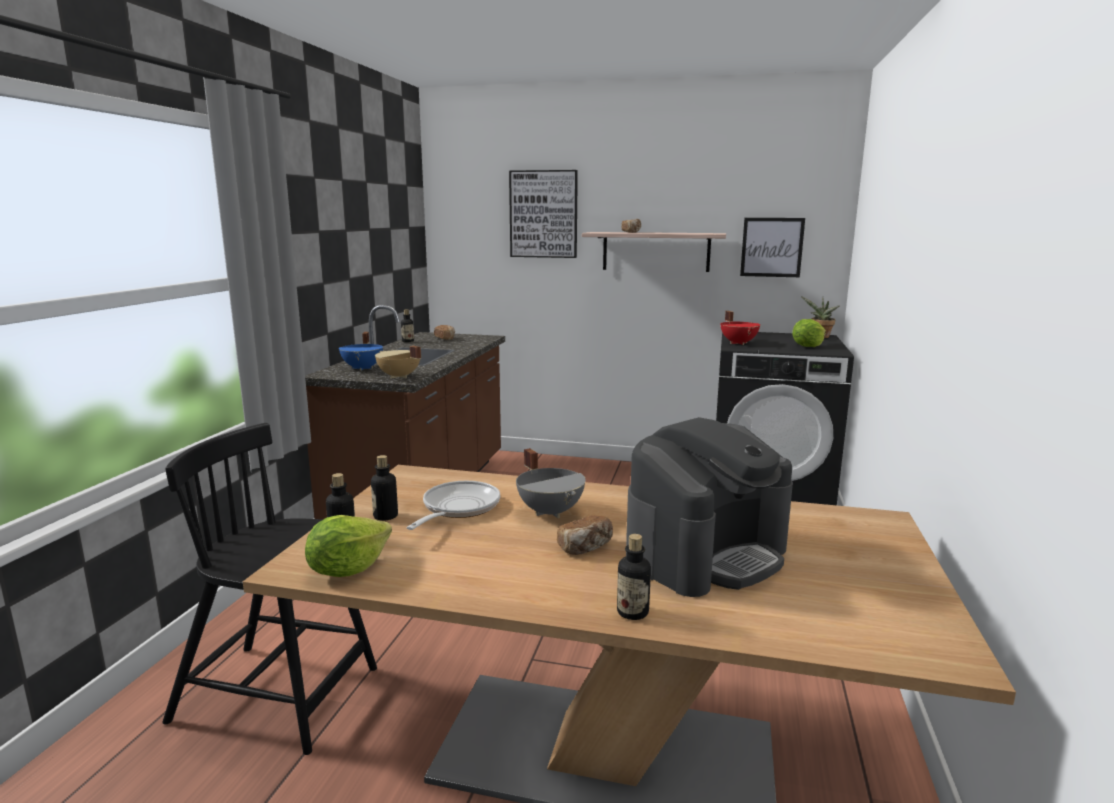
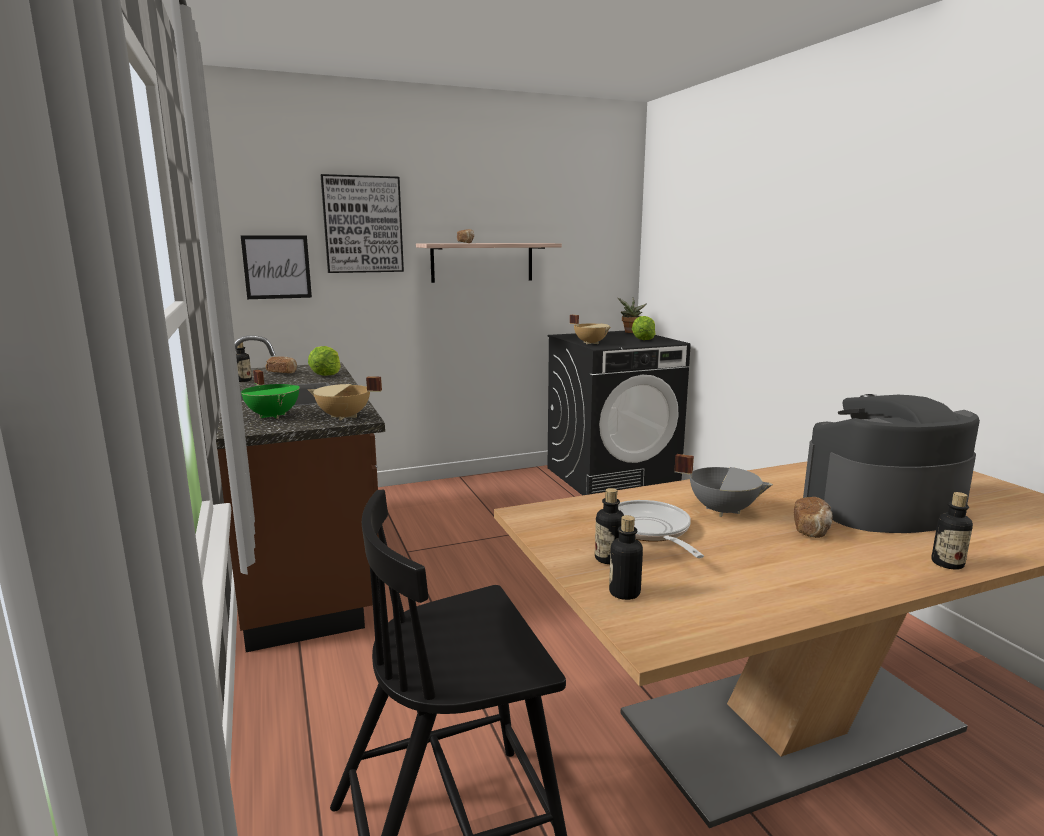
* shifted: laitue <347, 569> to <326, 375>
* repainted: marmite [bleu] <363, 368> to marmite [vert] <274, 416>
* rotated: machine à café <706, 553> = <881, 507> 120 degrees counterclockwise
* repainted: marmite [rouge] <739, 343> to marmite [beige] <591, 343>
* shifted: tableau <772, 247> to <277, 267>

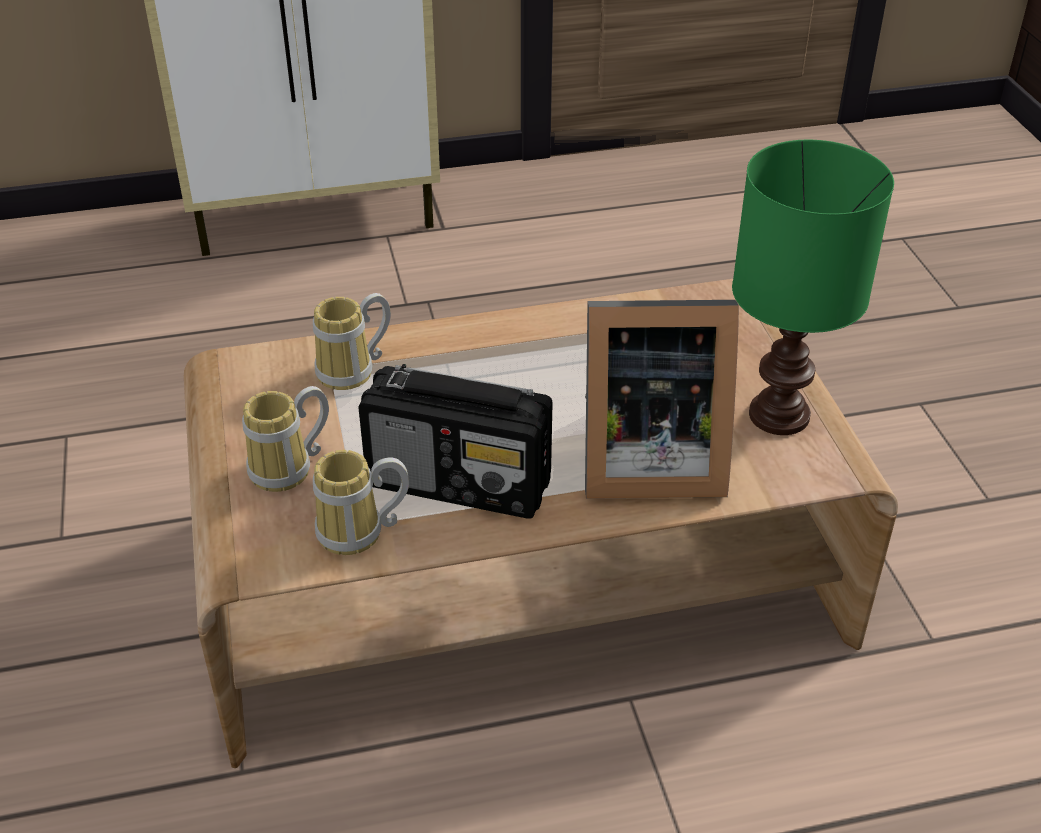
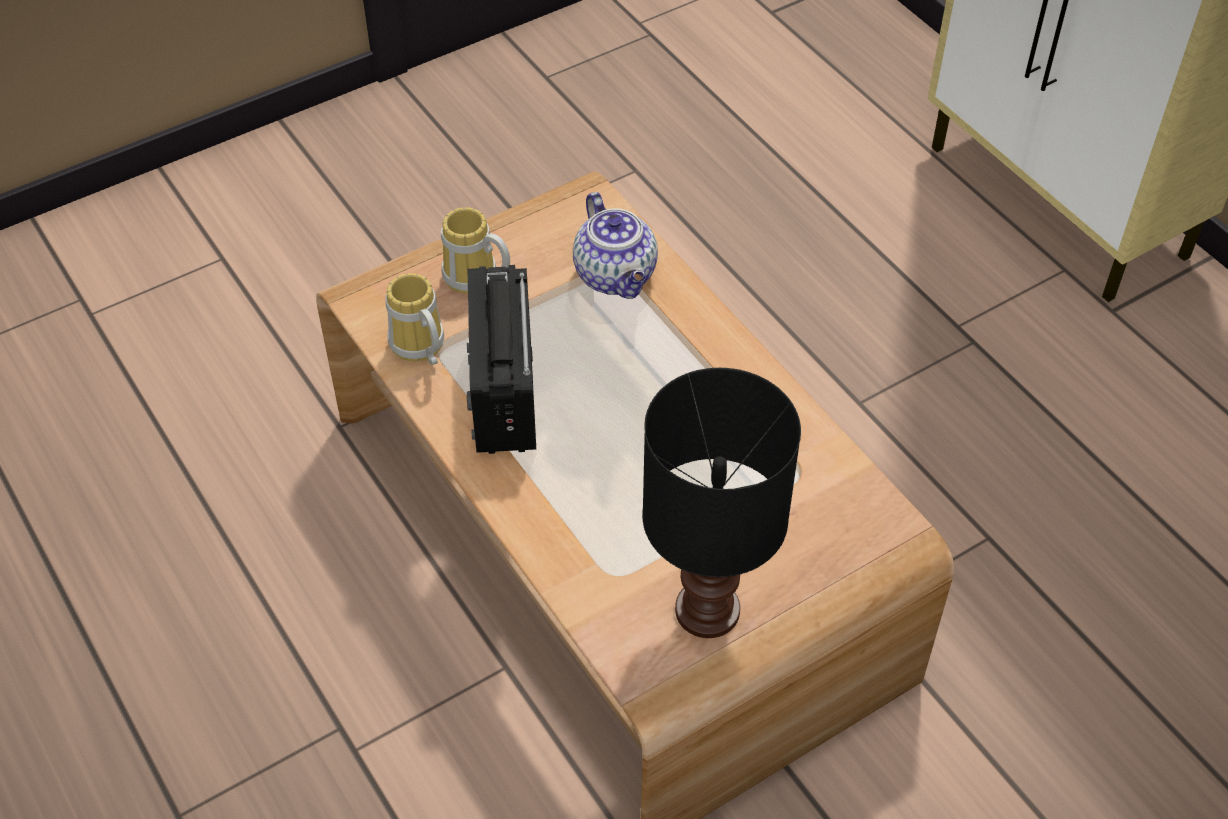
* swapped: mug <354, 372> to théière <617, 277>
* gone: cadre photo <645, 461>
* repainted: lampe de table [vert] <778, 417> to lampe de table [noir] <704, 610>

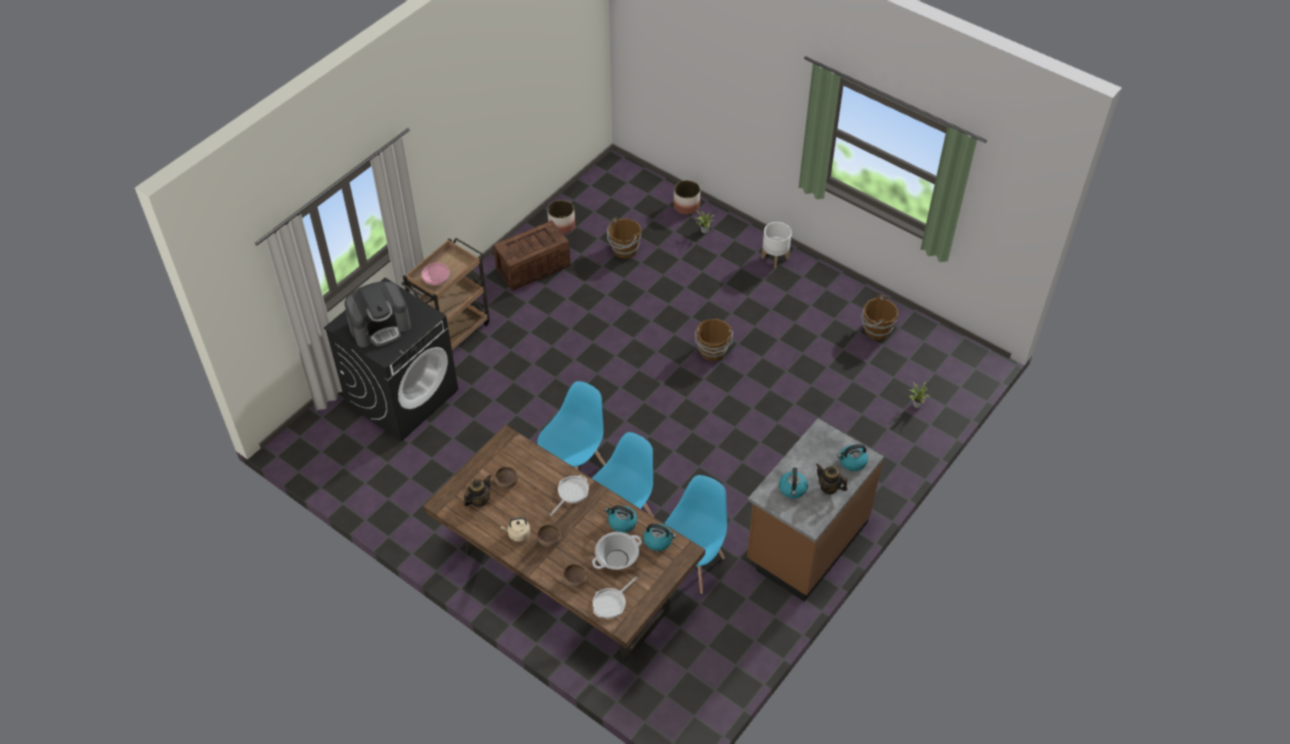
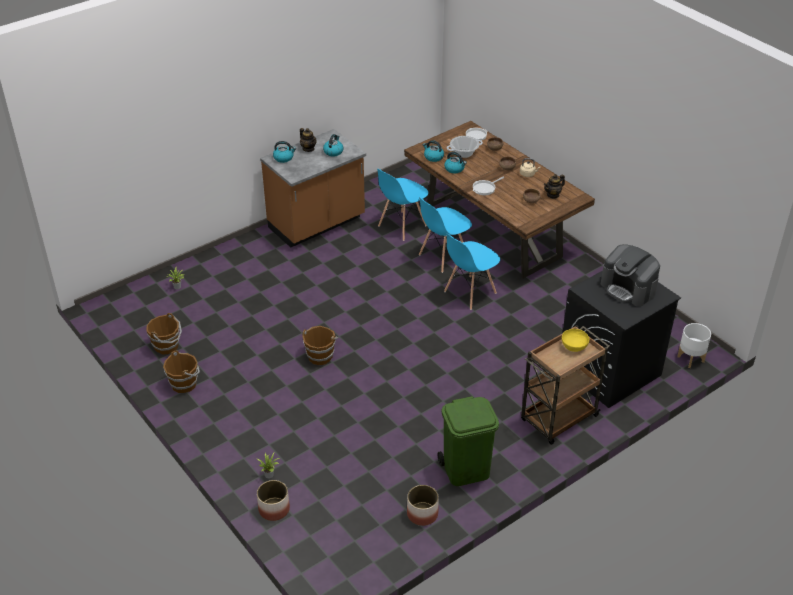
* rotated: machine à café <380, 327> = <628, 289> 120 degrees counterclockwise
* repainted: bol [rose] <436, 280> to bol [jaune] <574, 346>
* swapped: caisse <532, 268> to poubelle [vert] <466, 470>
* shifted: seau [marron] <624, 250> to <184, 384>
* shifted: cache-pot [blanc] <774, 258> to <691, 359>

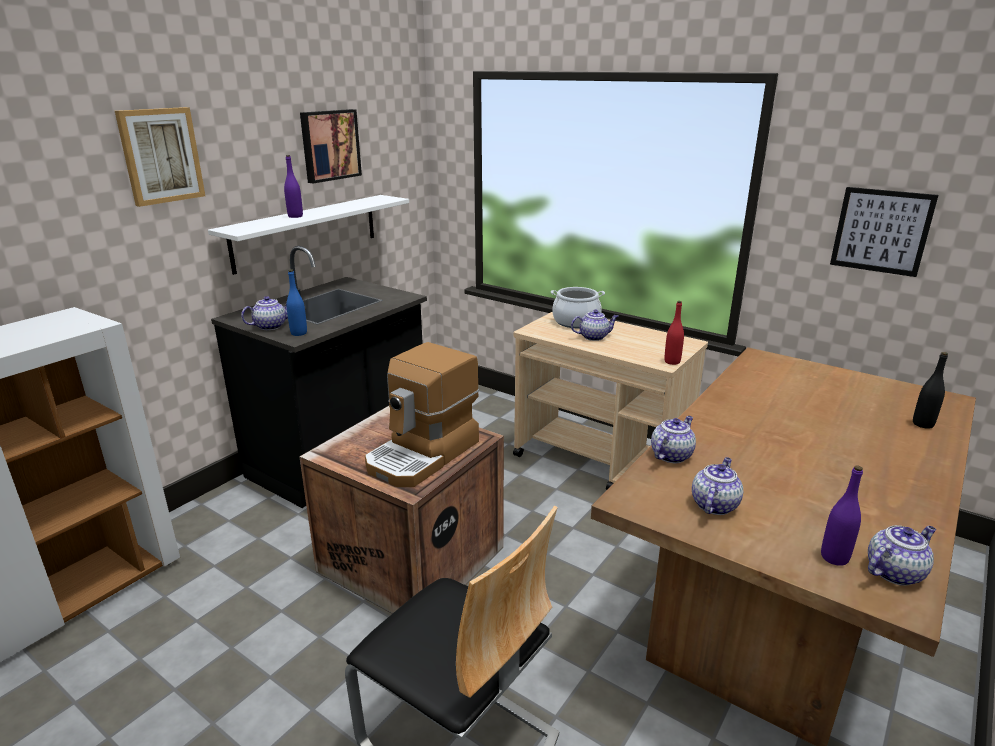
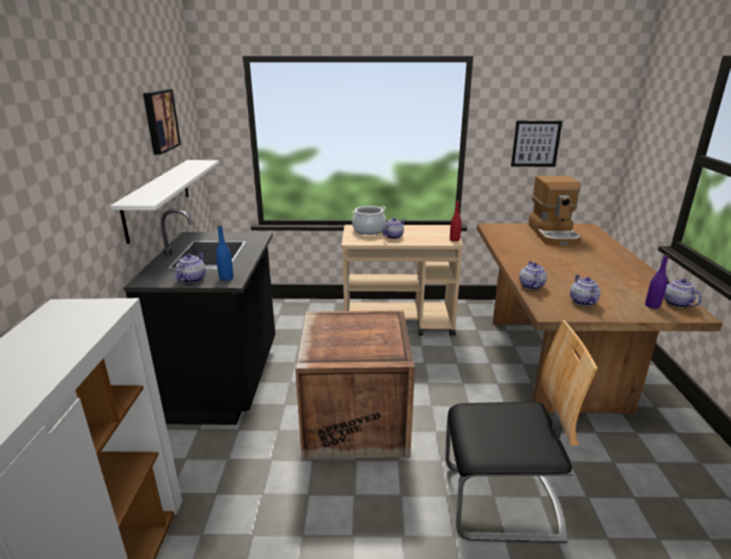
* gone: tableau <161, 156>
* gone: bouteille [violet] <295, 216>
* shifted: machine à café <423, 455> to <554, 234>
* rotated: théière <894, 572> = <676, 303> 45 degrees counterclockwise
* gone: bouteille [noir] <923, 424>

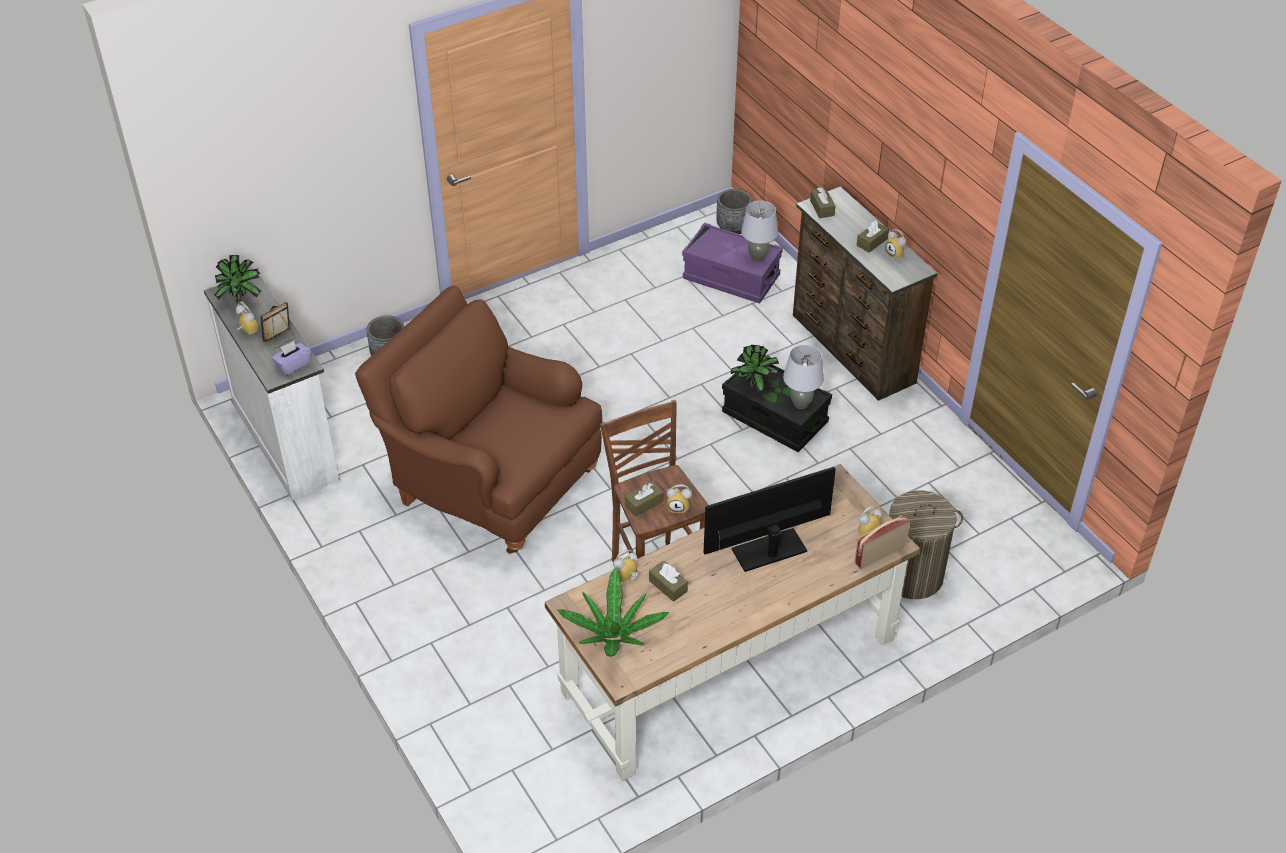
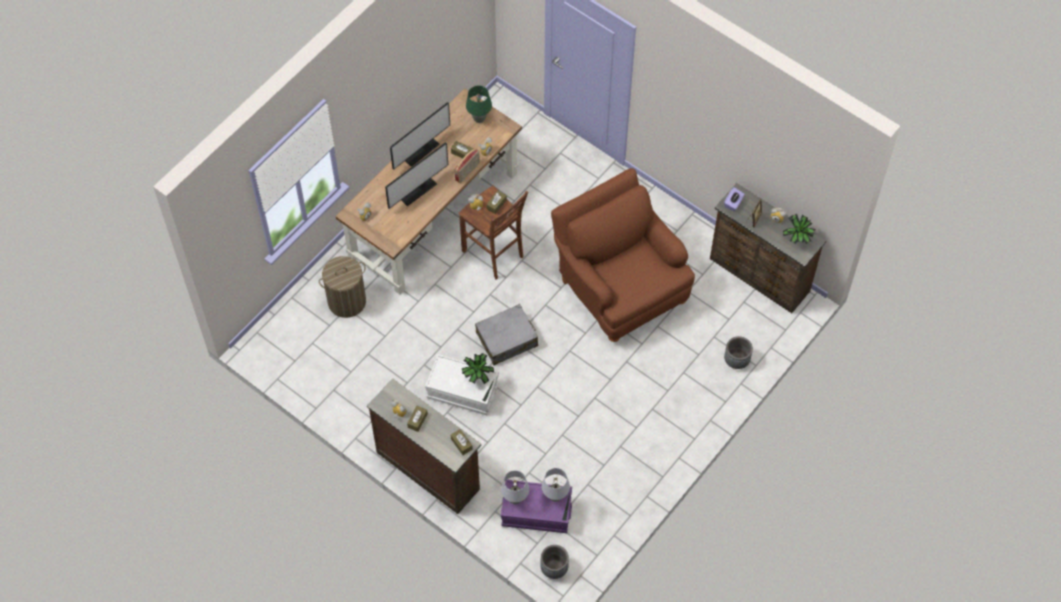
* repainted: commode [blanc] <287, 440> to commode [marron] <759, 276>
* rotated: fauteuil [marron] <490, 482> = <619, 286> 135 degrees counterclockwise
* swapped: plante en pot <613, 635> to lampe de table [vert] <479, 119>
* repainted: boîte de rangement [noir] <774, 418> to boîte de rangement [blanc] <462, 391>
* shifted: lampe de table [gris] <801, 404> to <555, 497>
* shifted: radio <879, 554> to <467, 172>
* new: écran d'ordinateur <419, 150>
* new: valise [gris] <507, 339>

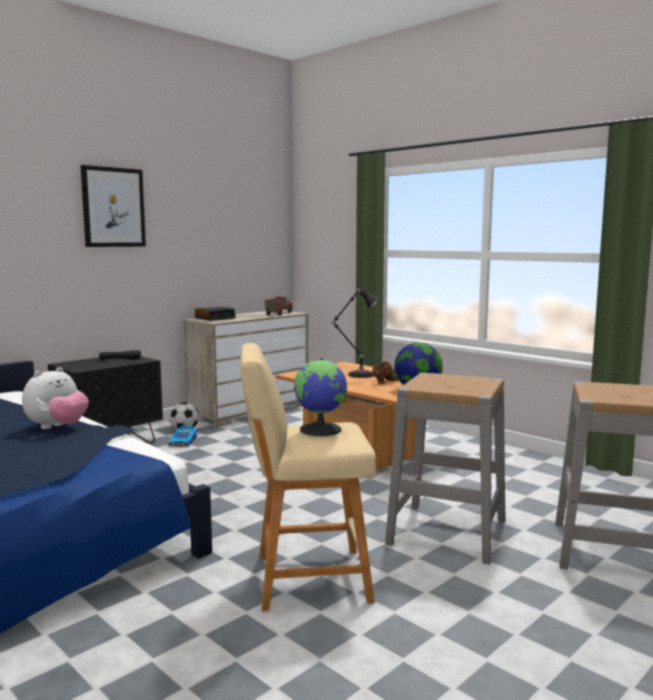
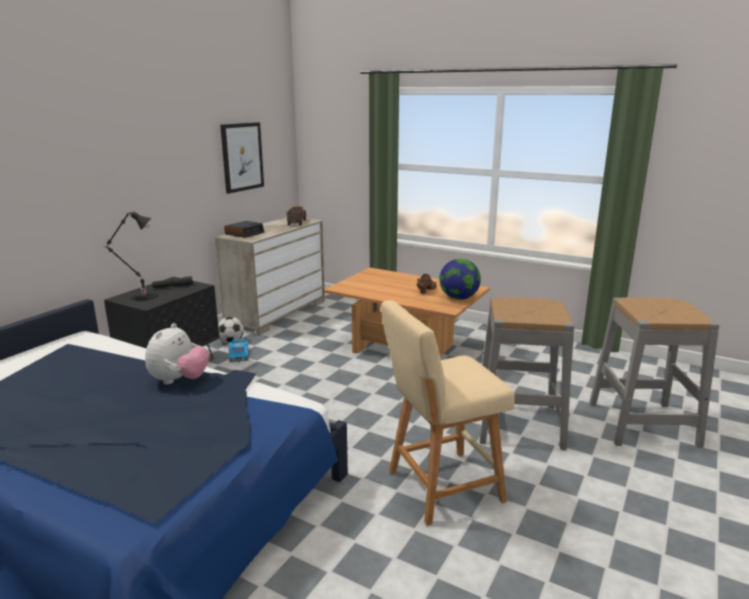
* shifted: tableau <113, 207> to <242, 157>
* gone: globe <321, 430>
* shifted: lampe de table [noir] <358, 375> to <142, 296>

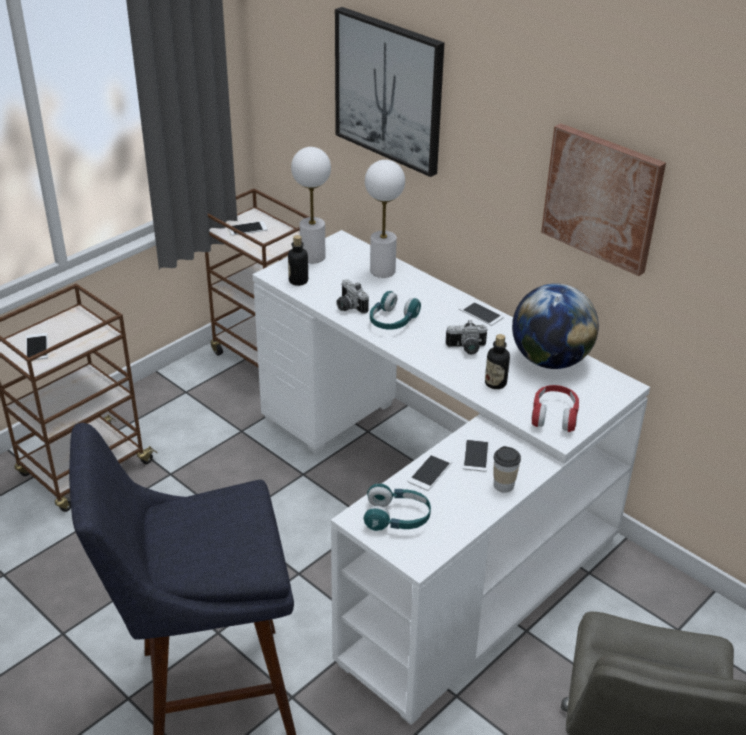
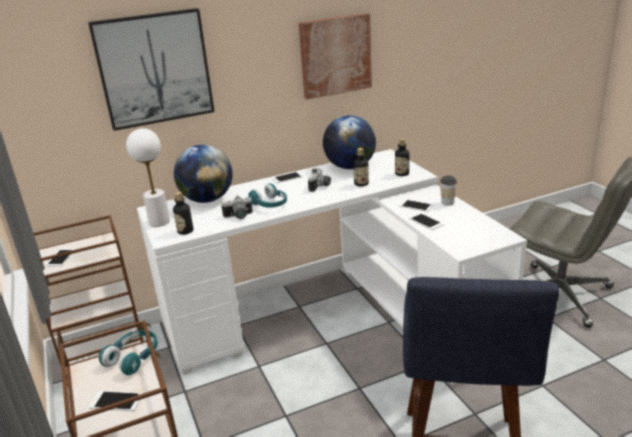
* shifted: casque audio [turquoise] <397, 518> to <134, 358>
* swapped: lampe de table [blanc] <383, 271> to globe <207, 200>
* swapped: casque audio [rouge] <554, 415> to bouteille <402, 173>

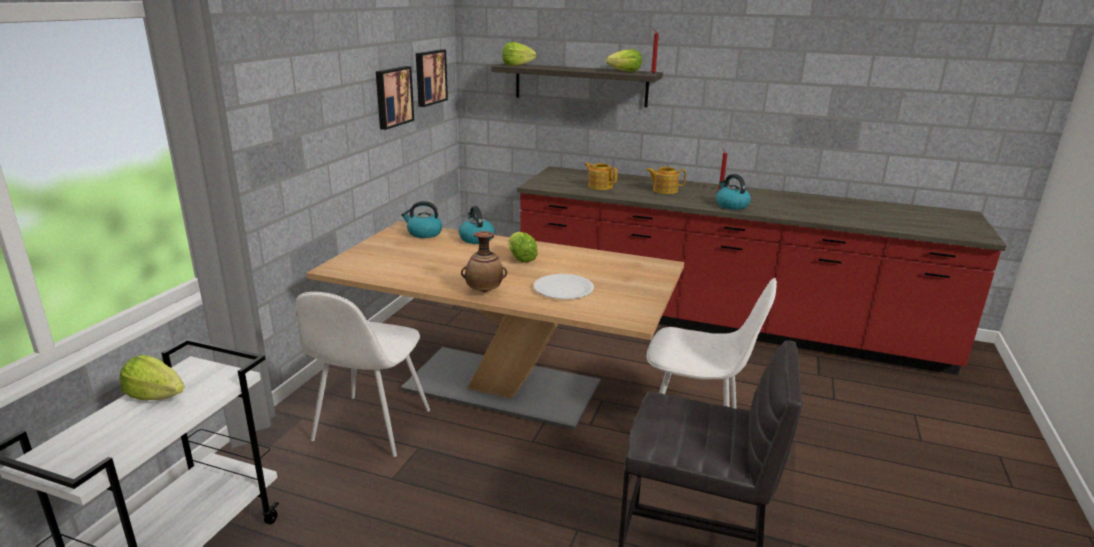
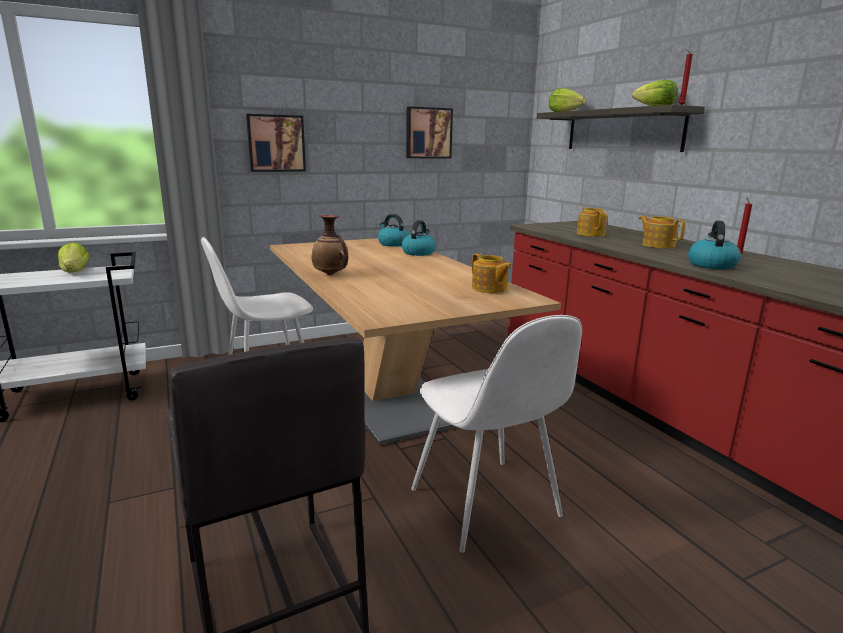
* shifted: tableau <429, 77> to <276, 143>
* gone: laitue <521, 258>
* gone: assiette [blanc] <563, 288>
* new: théière <489, 288>

